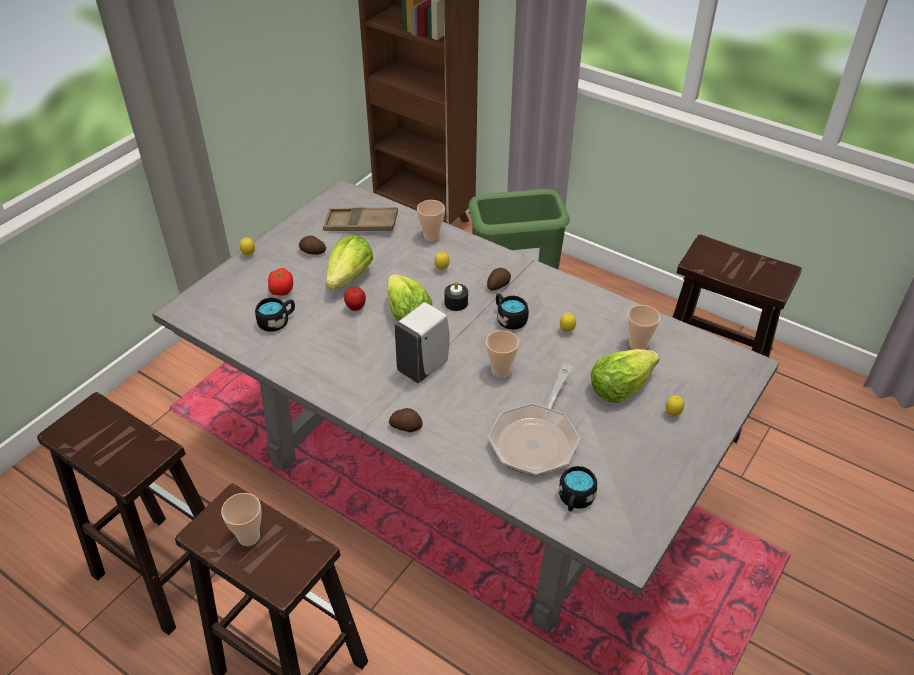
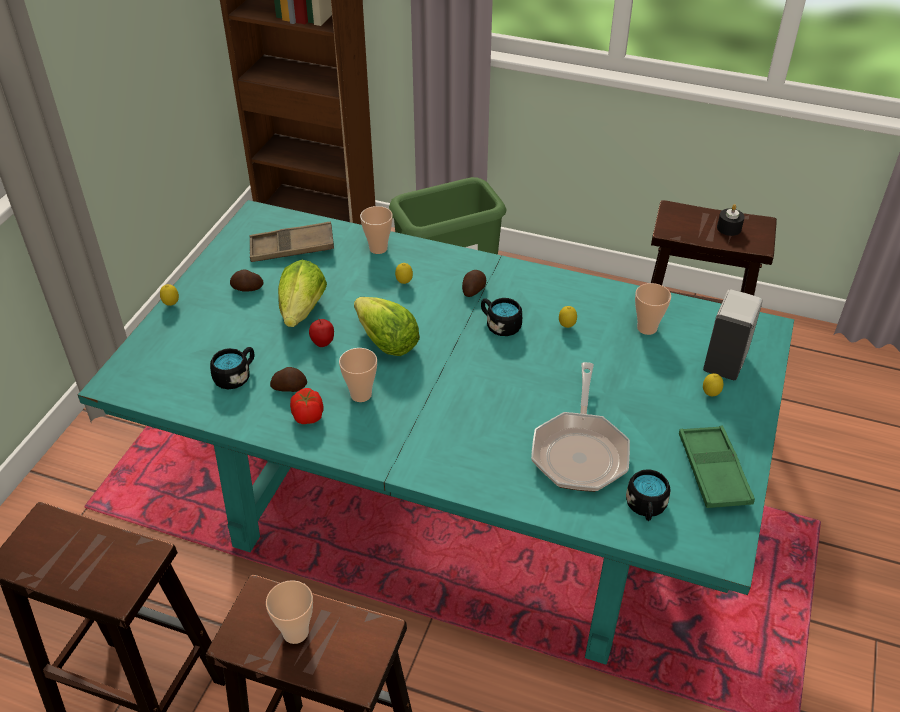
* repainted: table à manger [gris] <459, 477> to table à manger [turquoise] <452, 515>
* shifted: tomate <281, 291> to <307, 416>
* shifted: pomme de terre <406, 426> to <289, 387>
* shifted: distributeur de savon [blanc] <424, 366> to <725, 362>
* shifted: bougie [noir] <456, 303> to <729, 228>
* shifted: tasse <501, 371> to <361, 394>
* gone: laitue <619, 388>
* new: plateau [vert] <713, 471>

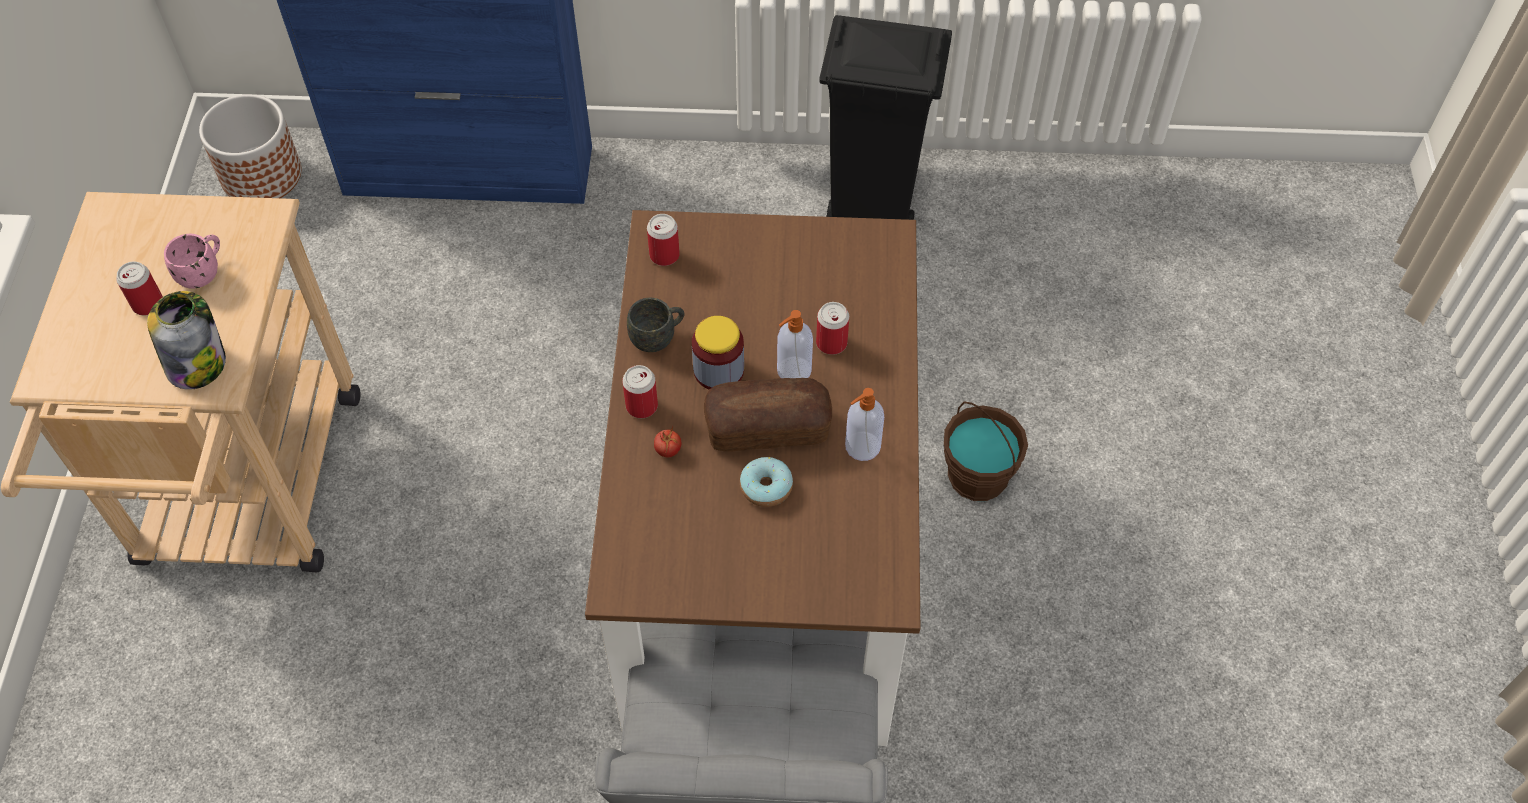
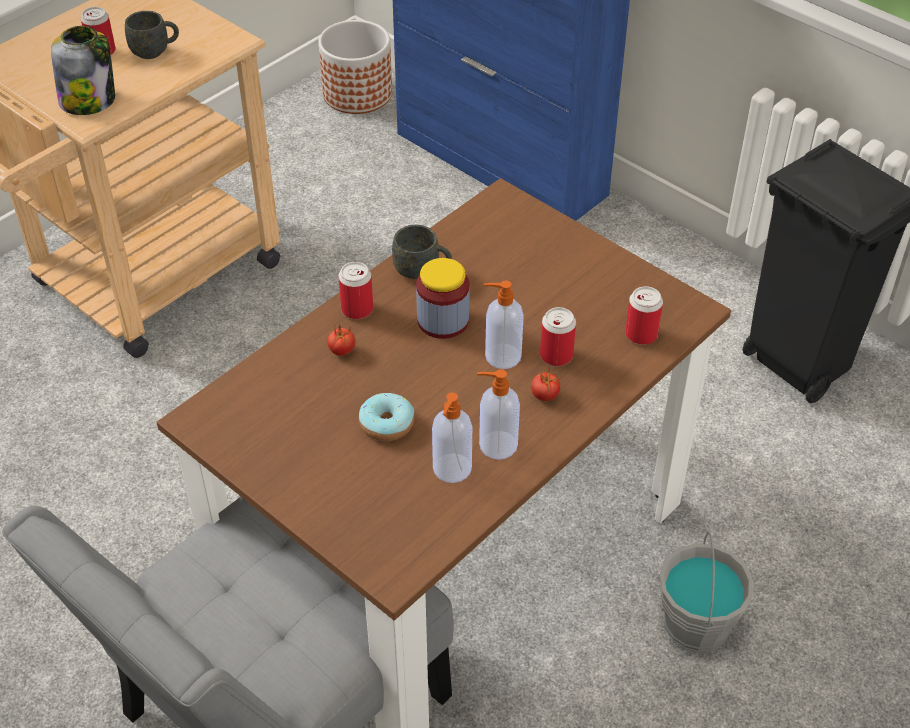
* repainted: mug [rose] <203, 272> to mug [gris] <155, 51>
* shifted: boîte métallique <664, 255> to <641, 334>
* gone: pain <767, 428>
* repainted: seau [marron] <978, 476> to seau [gris] <697, 624>
* new: distributeur de savon <451, 469>
* new: tomate <545, 396>

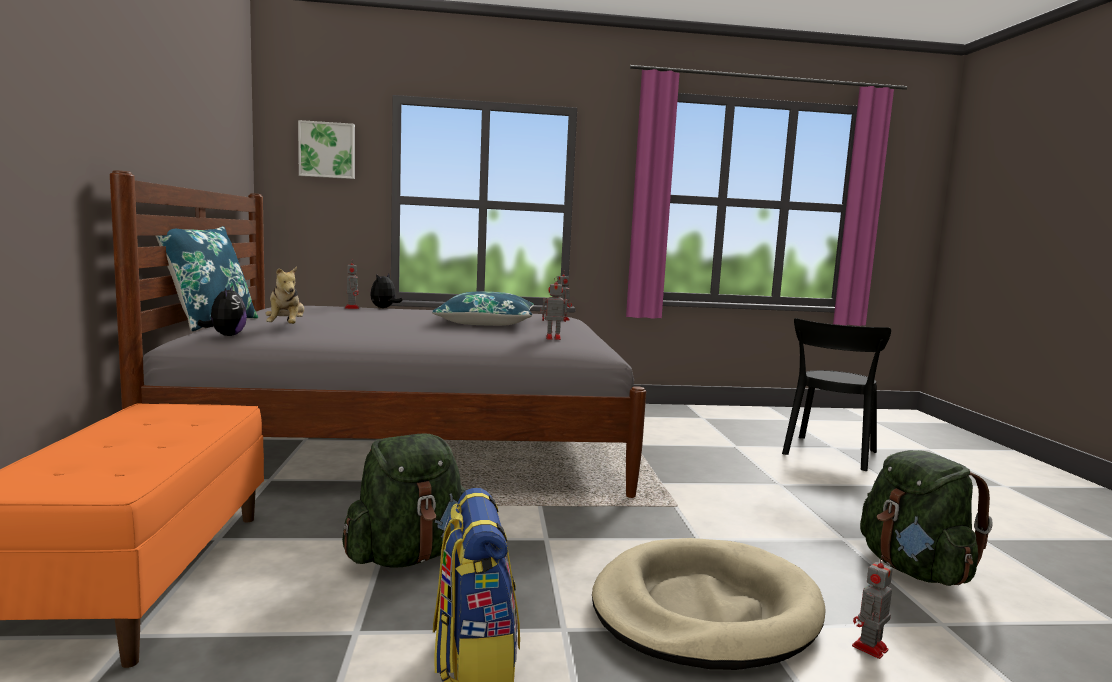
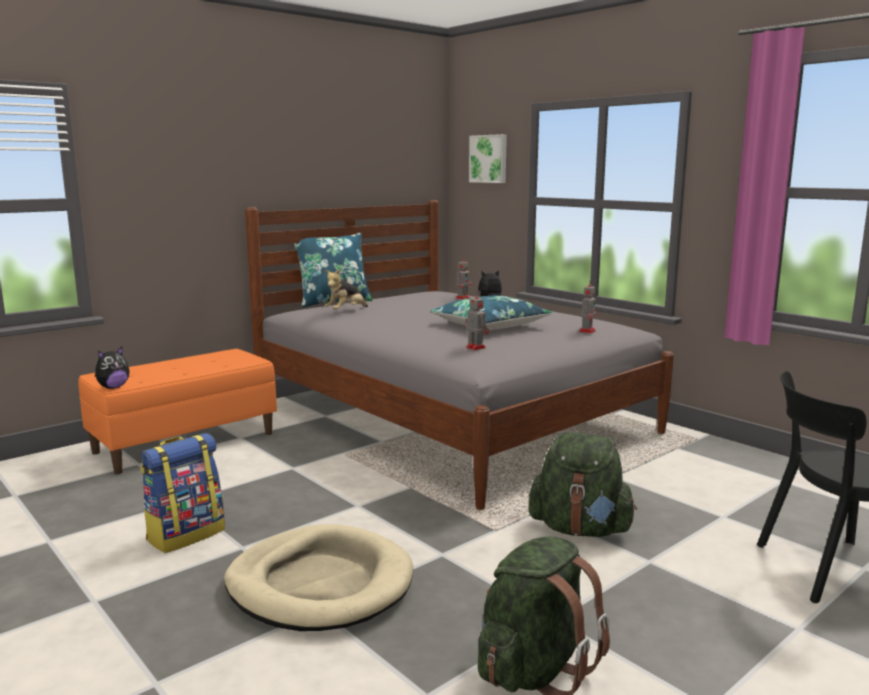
* shifted: peluche <226, 335> to <113, 387>
* shifted: sac à dos [vert] <409, 556> to <580, 529>
* gone: robot jouet <869, 648>

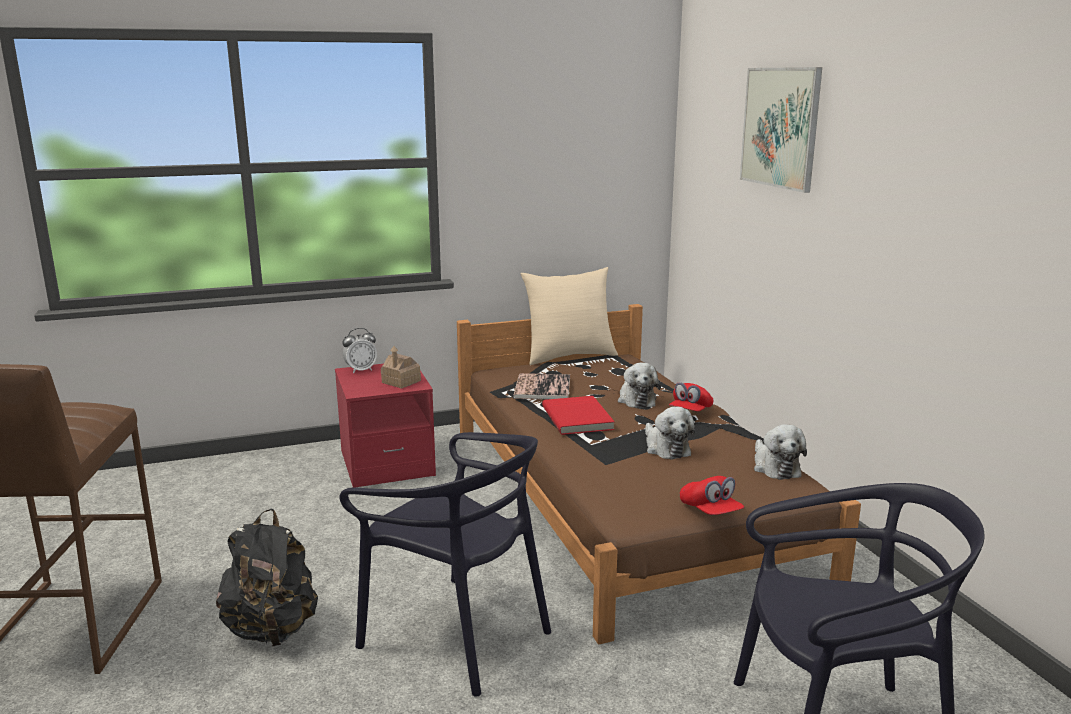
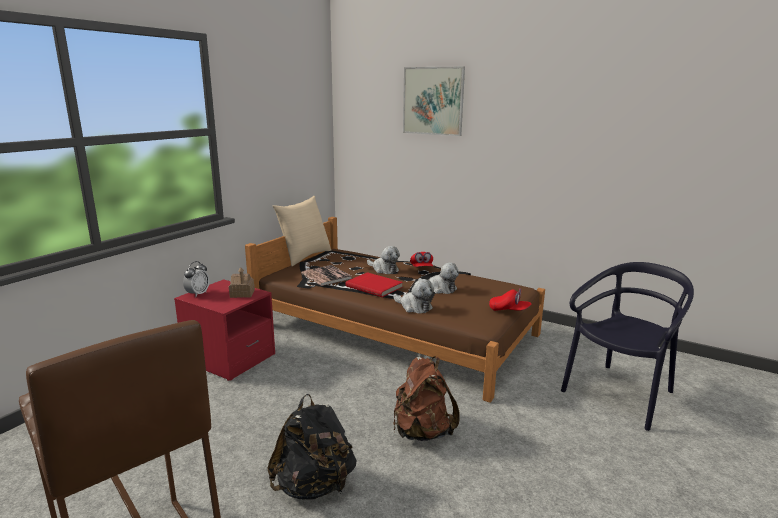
* swapped: chaise [noir] <456, 635> to sac à dos [marron] <422, 432>
* shifted: peluche <775, 467> to <414, 307>

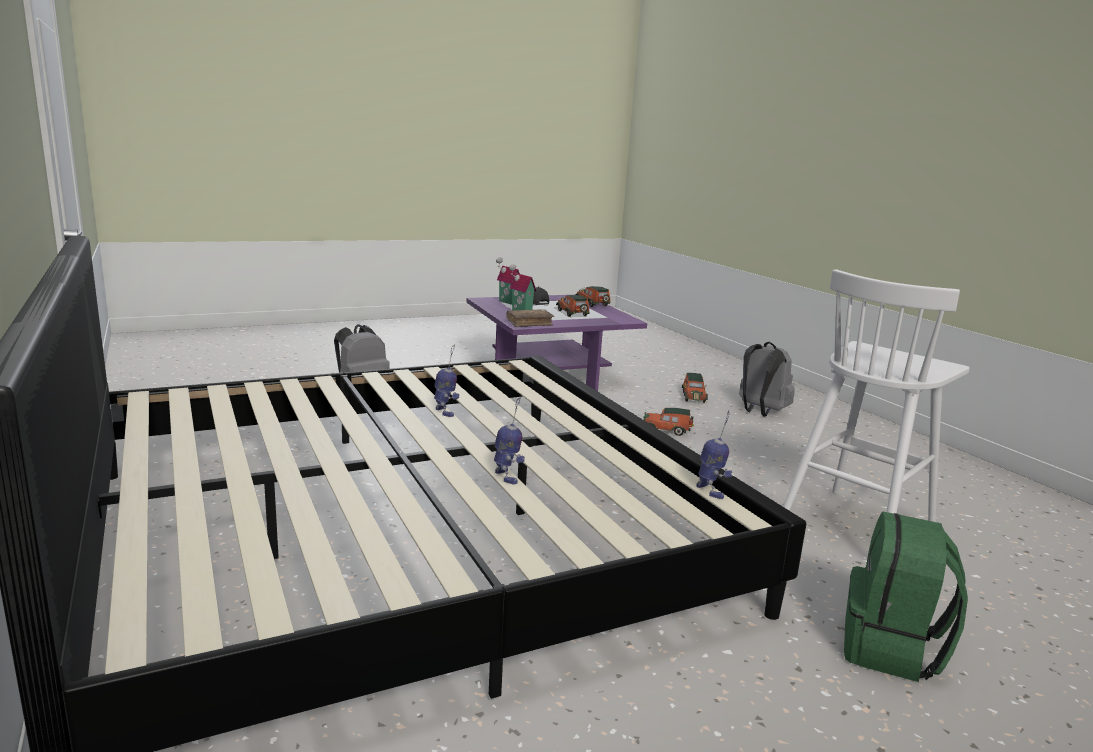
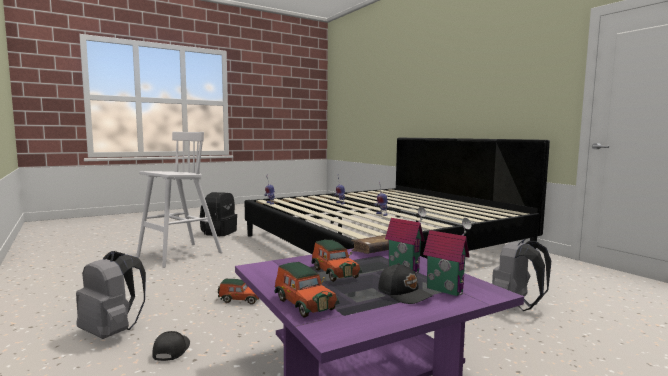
* swapped: petite voiture <693, 396> to casquette [noir] <170, 351>
* repainted: sac à dos [vert] <891, 650> to sac à dos [noir] <219, 232>

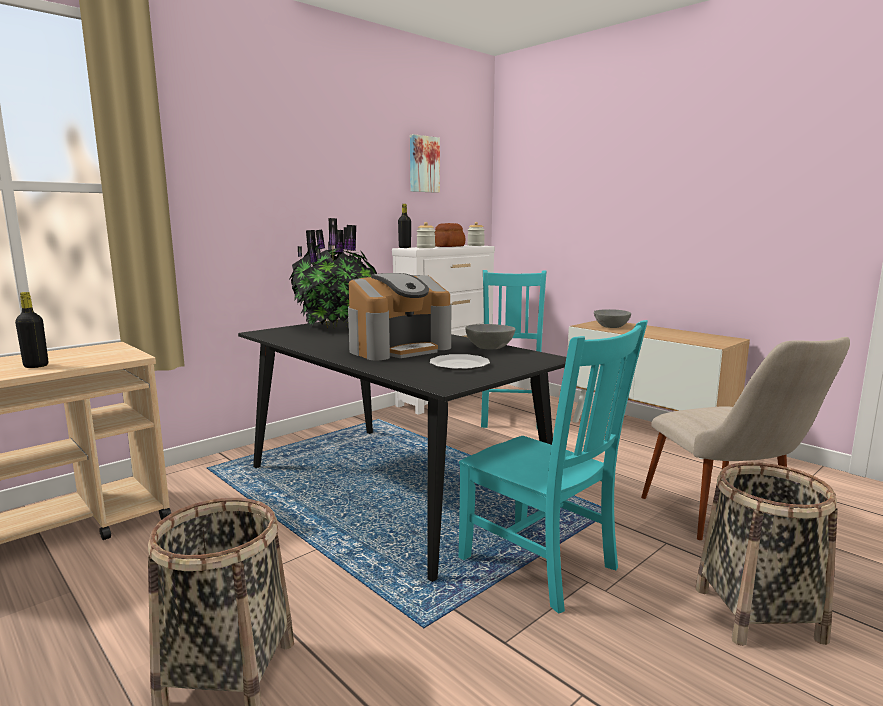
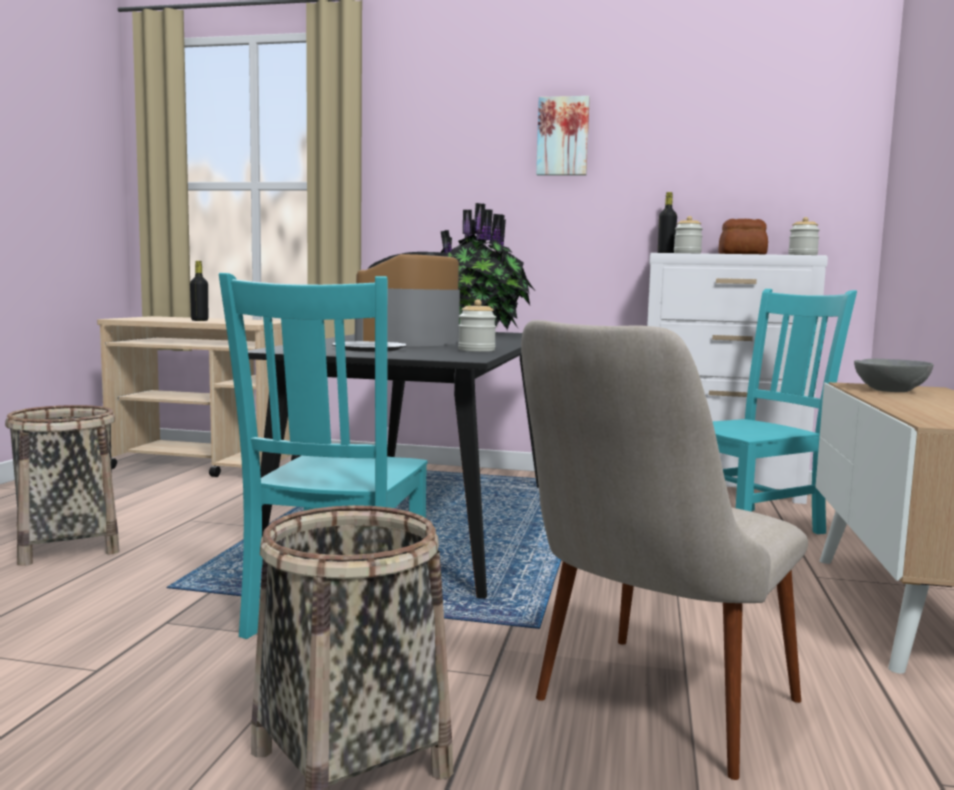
* rotated: machine à café <399, 348> = <410, 341> 90 degrees clockwise
* shifted: tableau <423, 164> to <563, 136>
* swapped: bol [gris] <489, 348> to bocal <476, 350>

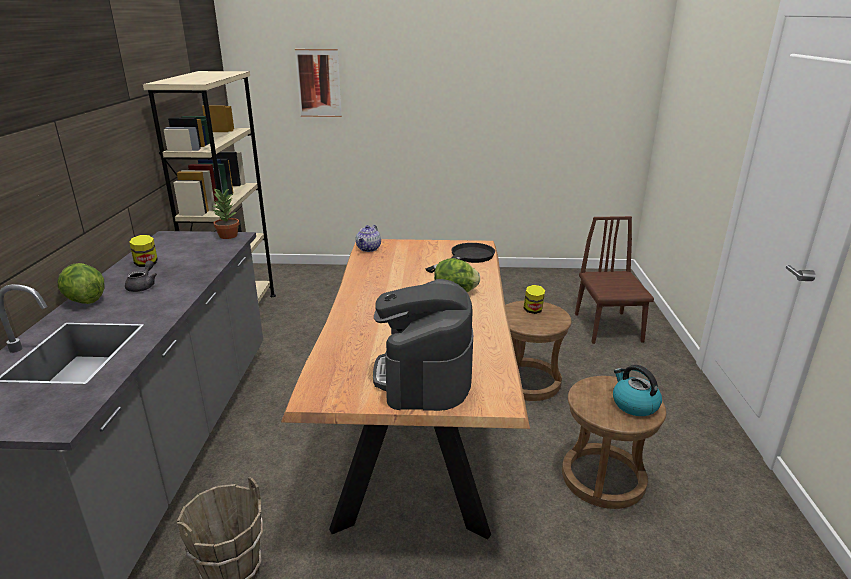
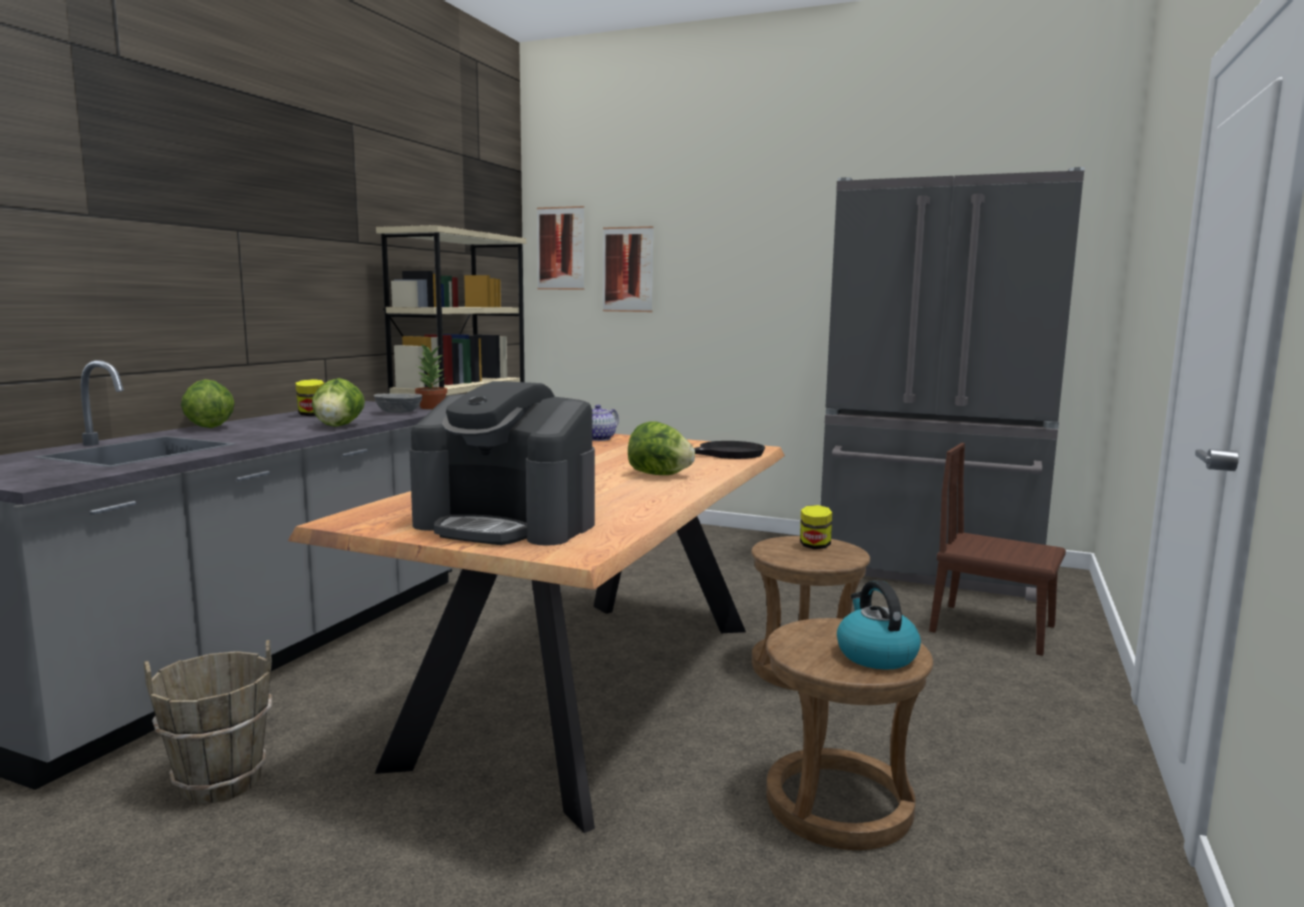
* gone: théière [gris] <143, 286>
* rotated: machine à café <424, 376> = <507, 524> 90 degrees counterclockwise
* rotated: chaise [marron] <608, 327> = <992, 629> 75 degrees counterclockwise
* new: laitue <338, 426>
* new: bol [gris] <398, 412>
* new: tableau <560, 248>
* new: réfrigérateur [gris] <928, 570>

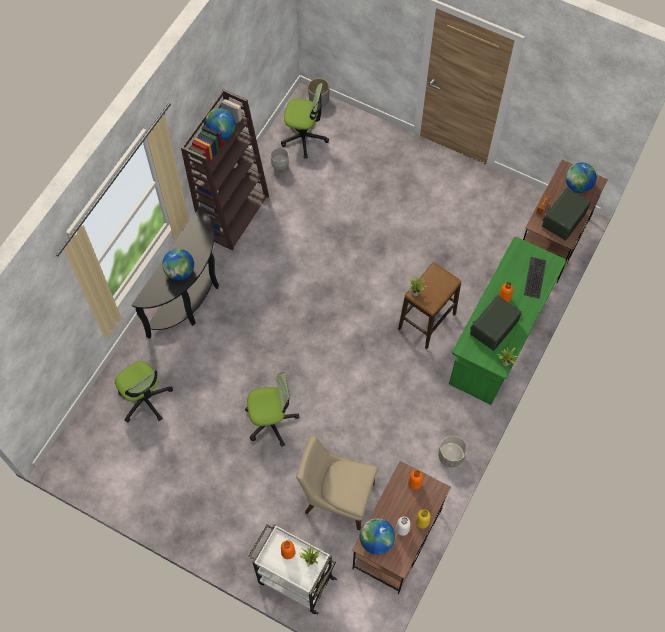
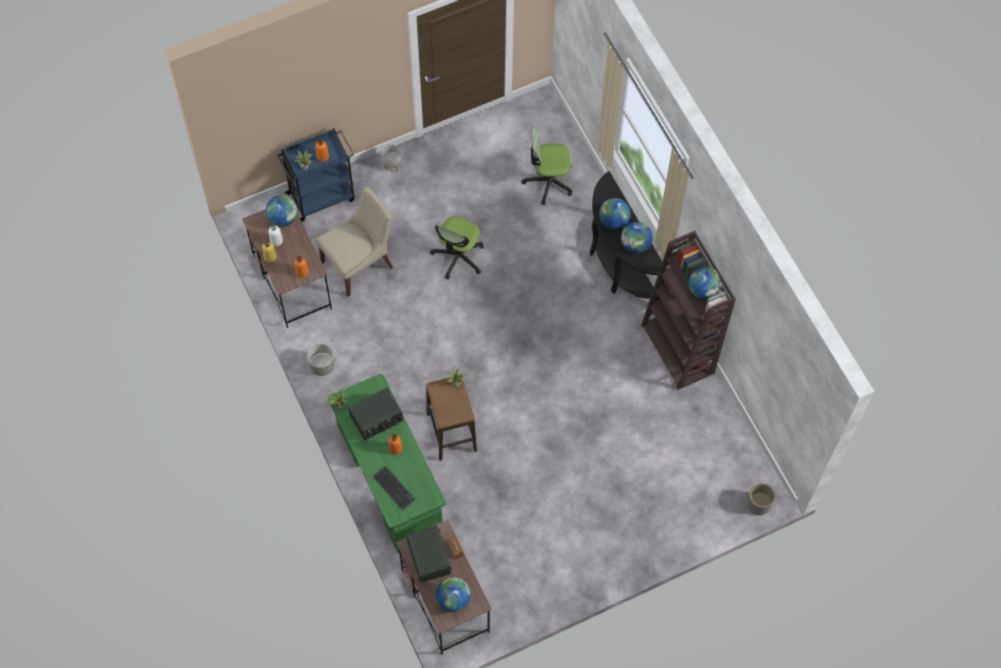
* repainted: chariot [blanc] <294, 579> to chariot [bleu] <322, 196>
* shifted: cache-pot [gris] <280, 168> to <392, 165>
* gone: chaise de bureau <304, 137>
* rotated: radio <493, 327> = <377, 419> 75 degrees clockwise
* new: globe <635, 245>

